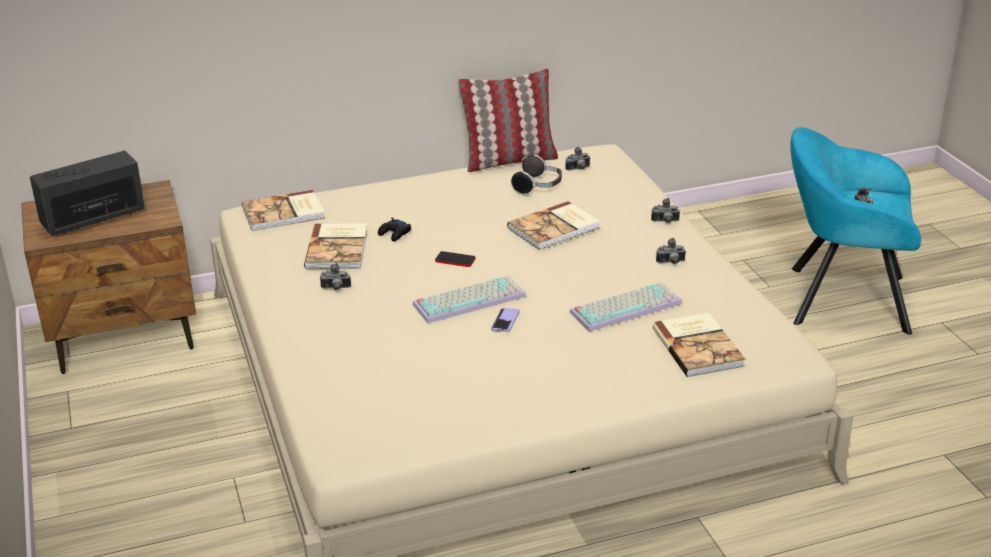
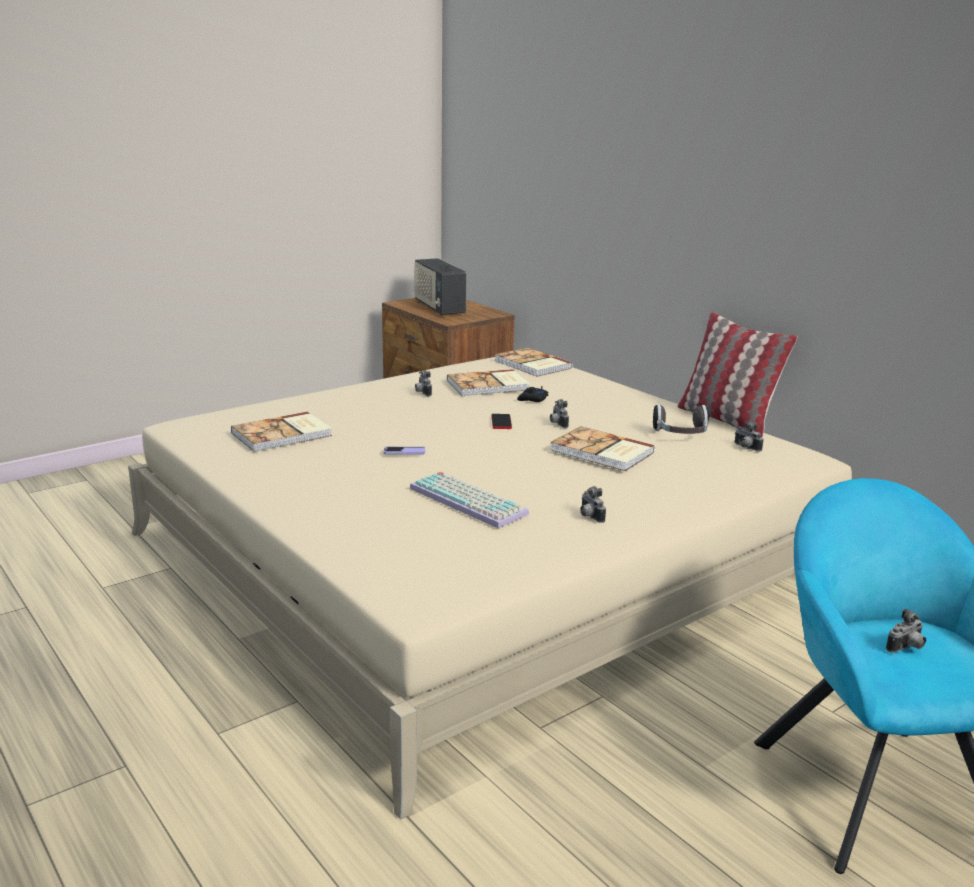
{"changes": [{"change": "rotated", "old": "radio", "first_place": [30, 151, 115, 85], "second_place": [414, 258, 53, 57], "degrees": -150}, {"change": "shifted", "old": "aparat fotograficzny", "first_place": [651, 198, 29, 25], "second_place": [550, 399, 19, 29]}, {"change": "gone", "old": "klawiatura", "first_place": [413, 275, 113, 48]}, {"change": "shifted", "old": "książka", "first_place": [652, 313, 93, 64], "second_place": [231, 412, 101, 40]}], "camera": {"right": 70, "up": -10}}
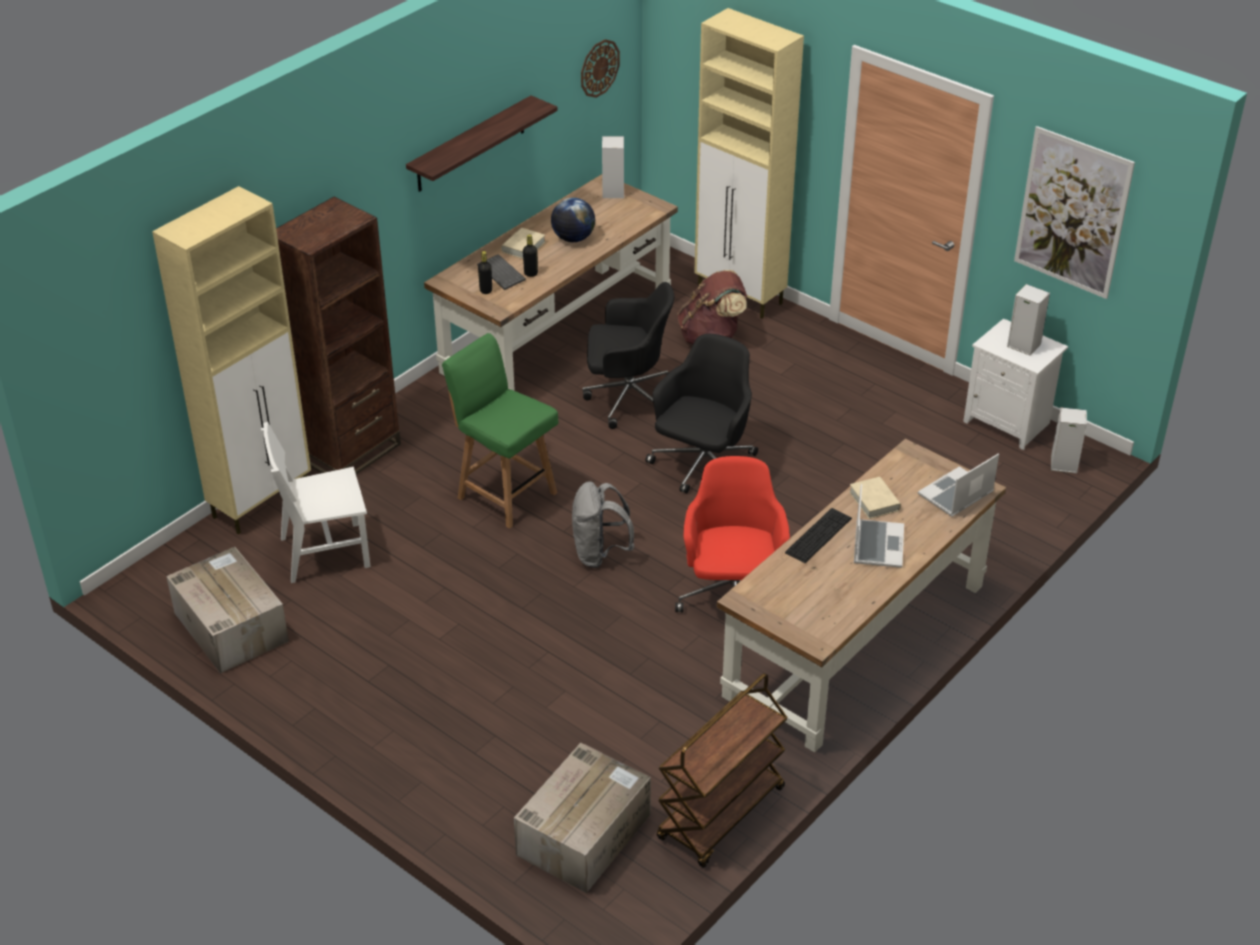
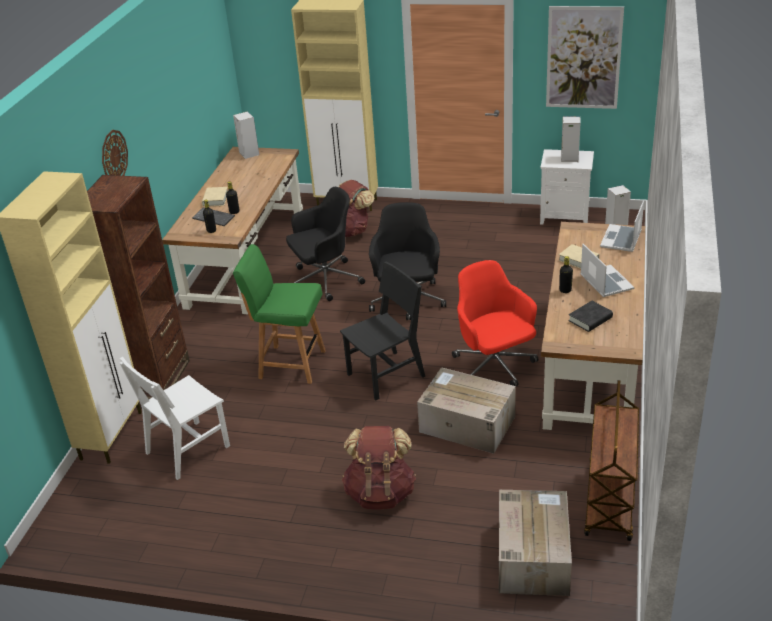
{"changes": [{"change": "shifted", "old": "zegar ścienny", "first_place": [581, 39, 39, 59], "second_place": [102, 130, 26, 46]}, {"change": "gone", "old": "półka", "first_place": [406, 95, 151, 97]}, {"change": "gone", "old": "globus", "first_place": [551, 197, 44, 45]}, {"change": "swapped", "old": "plecak [szary]", "new": "krzesło [czarny]", "first_place": [572, 481, 62, 87], "second_place": [340, 262, 85, 139]}, {"change": "swapped", "old": "klawiatura", "new": "butelka [czarny]", "first_place": [785, 508, 67, 55], "second_place": [559, 256, 14, 37]}, {"change": "shifted", "old": "karton", "first_place": [166, 546, 123, 128], "second_place": [417, 367, 99, 87]}, {"change": "new", "new": "książka [czarny]", "second_place": [569, 301, 44, 31]}, {"change": "new", "new": "plecak [brązowy]", "second_place": [342, 426, 74, 84]}], "camera": {"right": -25, "up": -5}}
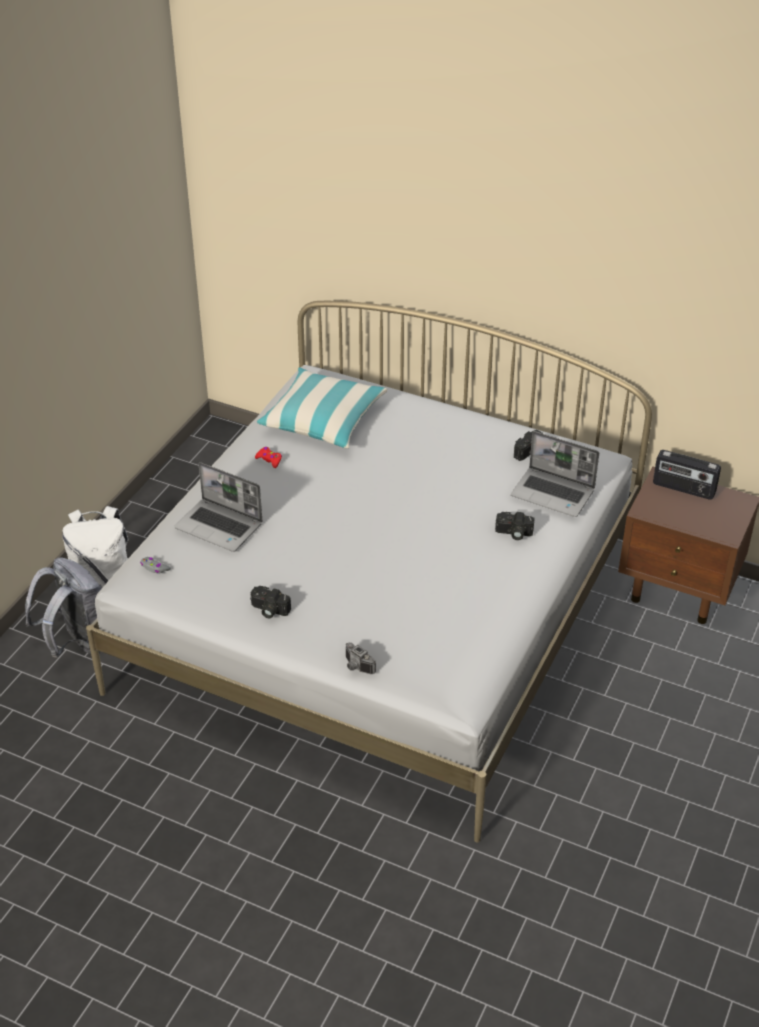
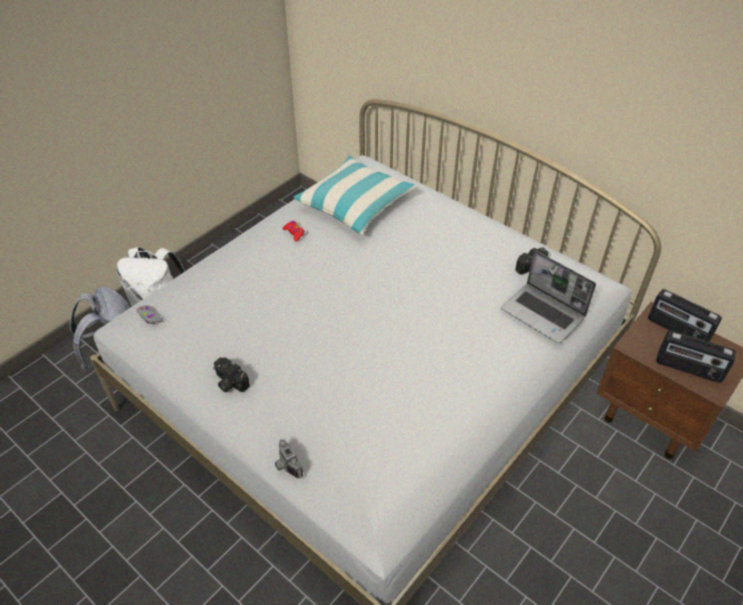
{"changes": [{"change": "gone", "old": "laptop", "first_place": [174, 462, 89, 90]}, {"change": "gone", "old": "aparat fotograficzny", "first_place": [495, 512, 40, 28]}, {"change": "new", "new": "radio", "second_place": [656, 331, 80, 52]}], "camera": {"right": 15, "up": 5}}
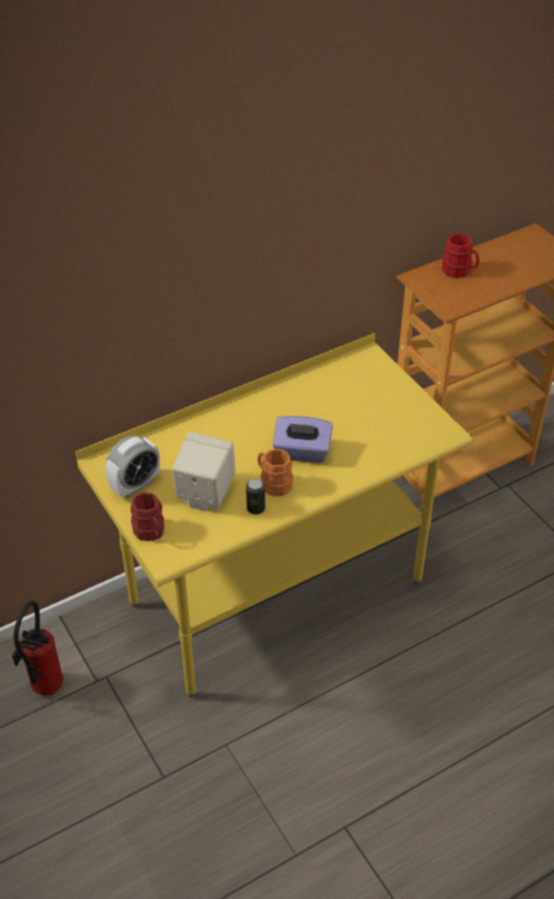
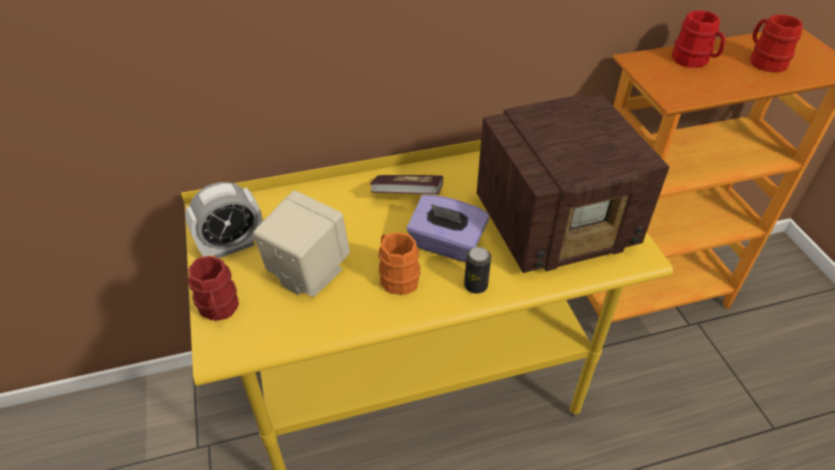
{"changes": [{"change": "shifted", "old": "puszka", "first_place": [246, 478, 19, 37], "second_place": [464, 247, 27, 47]}, {"change": "gone", "old": "gaśnica", "first_place": [12, 601, 51, 94]}, {"change": "new", "new": "kubek [czerwony]", "second_place": [750, 14, 53, 59]}, {"change": "new", "new": "radio", "second_place": [477, 95, 192, 178]}, {"change": "new", "new": "książka", "second_place": [370, 175, 73, 19]}], "camera": {"right": 15, "up": 0}}
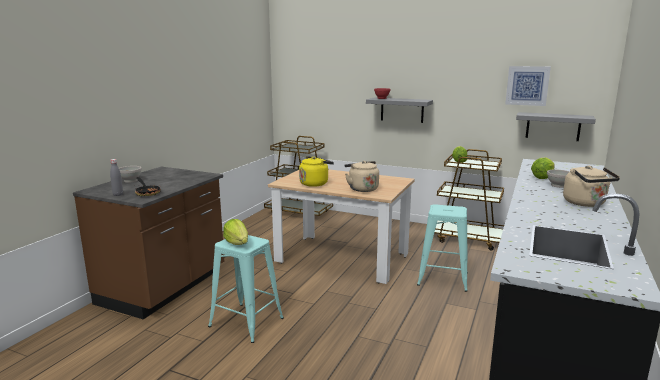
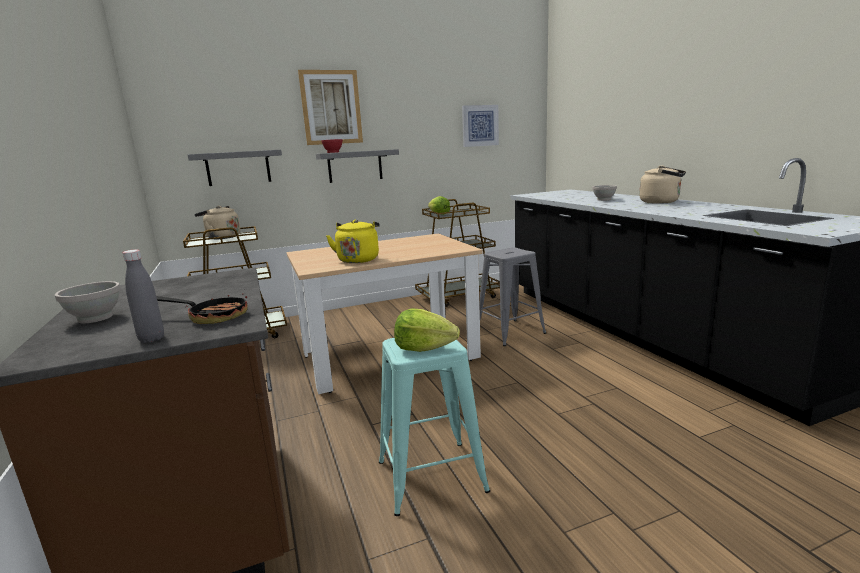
{"changes": [{"change": "shifted", "old": "półka [szary]", "first_place": [516, 112, 80, 29], "second_place": [188, 150, 94, 36]}, {"change": "gone", "old": "sałata", "first_place": [531, 158, 24, 21]}, {"change": "shifted", "old": "czajnik [beżowy]", "first_place": [344, 161, 35, 31], "second_place": [195, 206, 45, 33]}, {"change": "repainted", "old": "stołek [turkusowy]", "new": "stołek [szary]", "first_place": [417, 204, 51, 88], "second_place": [479, 247, 67, 99]}, {"change": "new", "new": "obraz", "second_place": [298, 70, 65, 75]}], "camera": {"right": -45, "up": 0}}
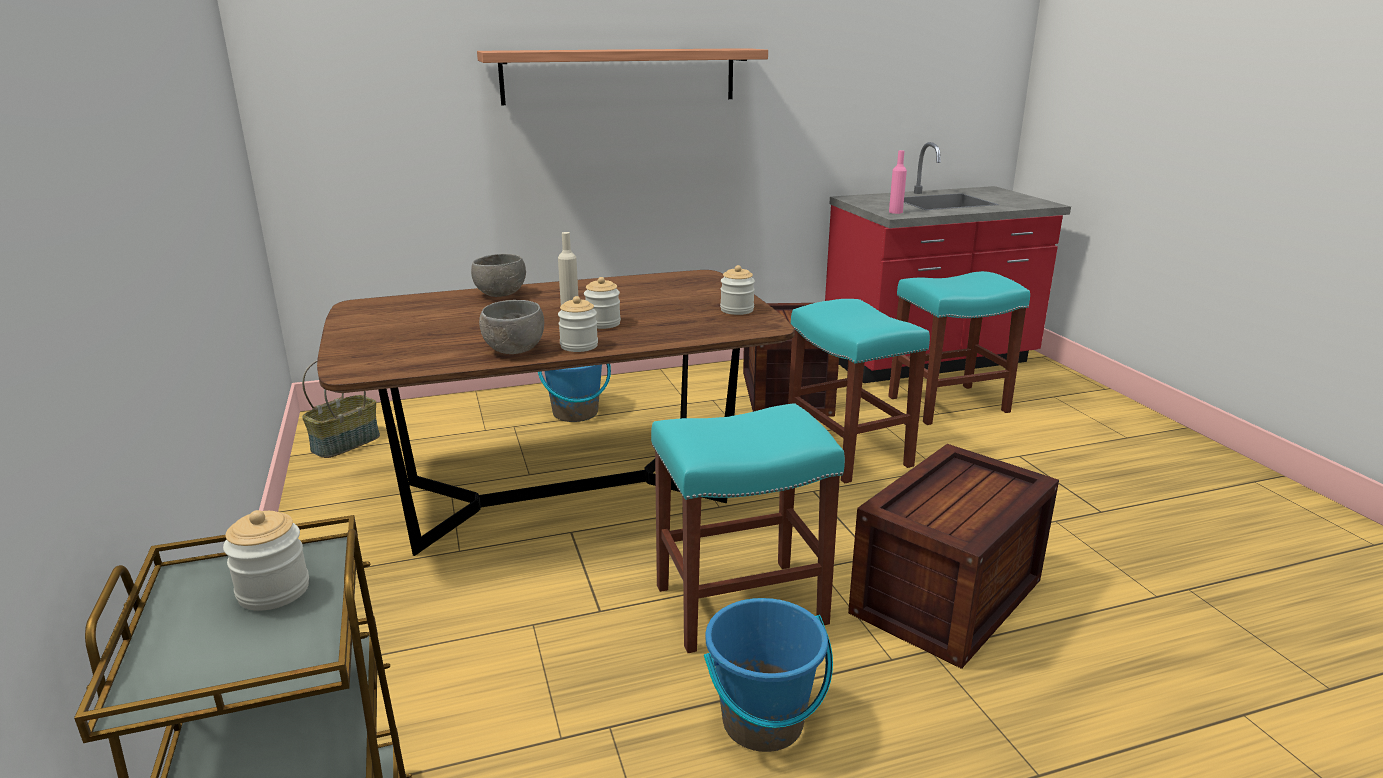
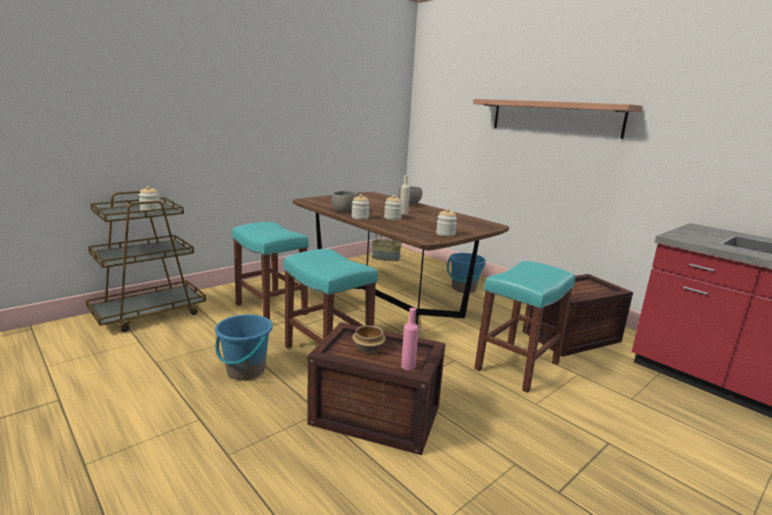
{"changes": [{"change": "shifted", "old": "butelka [różowy]", "first_place": [889, 150, 18, 64], "second_place": [401, 308, 18, 62]}, {"change": "shifted", "old": "stołek [turkusowy]", "first_place": [888, 271, 142, 154], "second_place": [232, 222, 77, 98]}, {"change": "new", "new": "miska", "second_place": [352, 325, 34, 28]}], "camera": {"right": 65, "up": -5}}
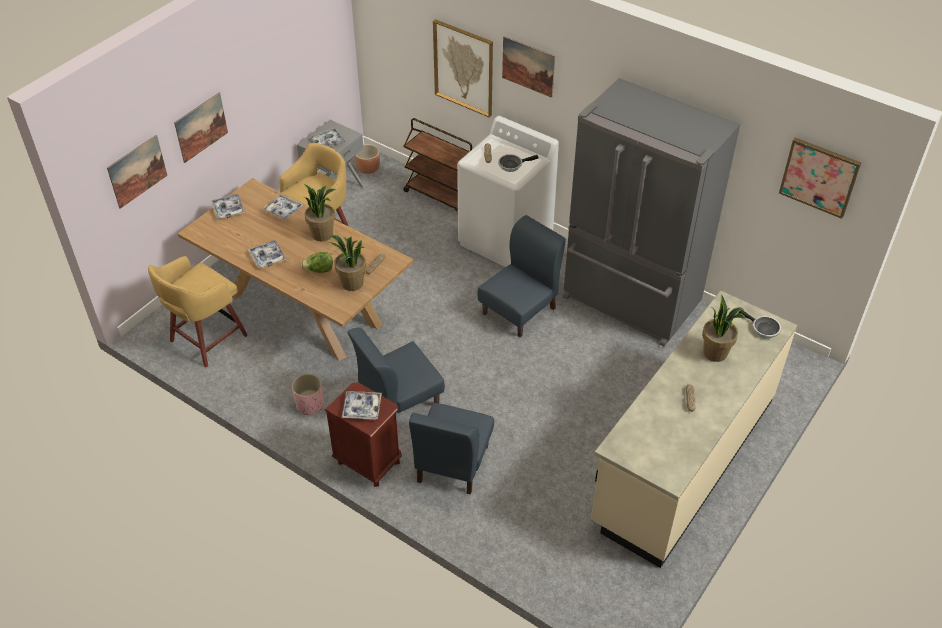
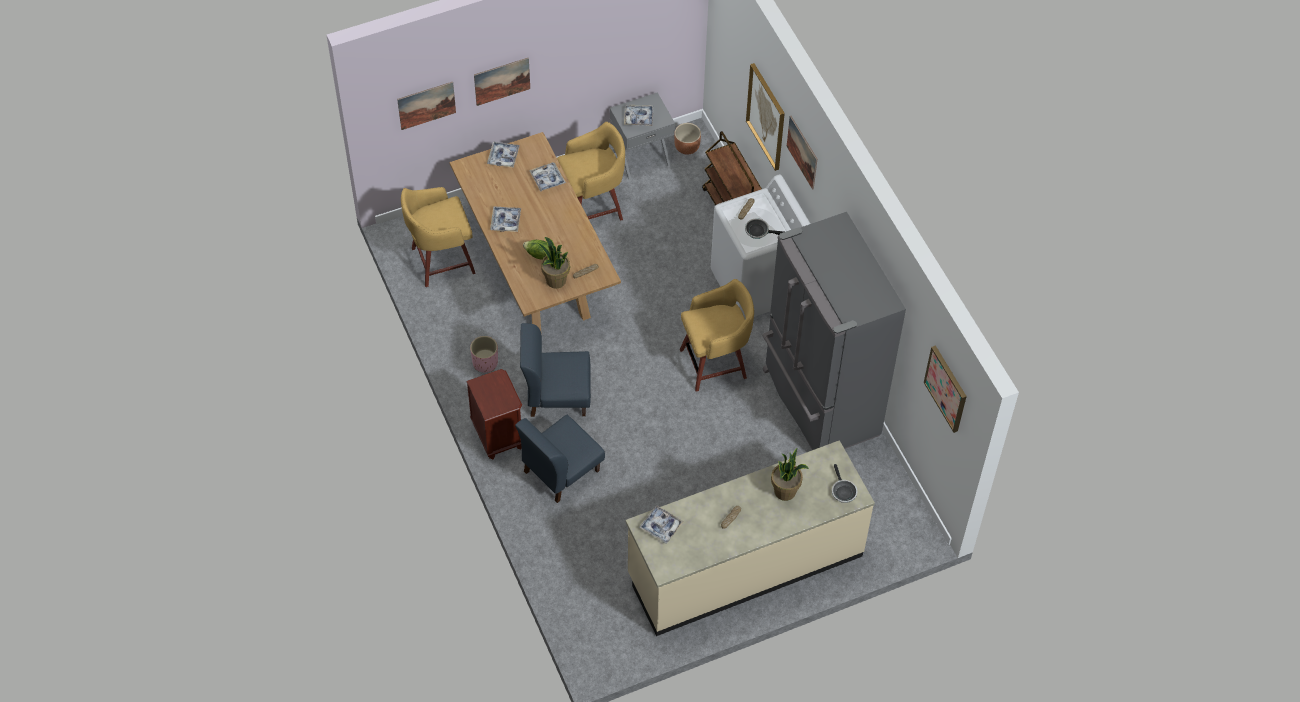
{"changes": [{"change": "gone", "old": "roślina doniczkowa", "first_place": [304, 184, 32, 57]}, {"change": "swapped", "old": "krzesło [niebieski]", "new": "stołek [żółty]", "first_place": [477, 215, 89, 122], "second_place": [680, 279, 74, 113]}, {"change": "shifted", "old": "taca", "first_place": [342, 391, 40, 29], "second_place": [639, 505, 45, 39]}], "camera": {"right": 30, "up": 10}}
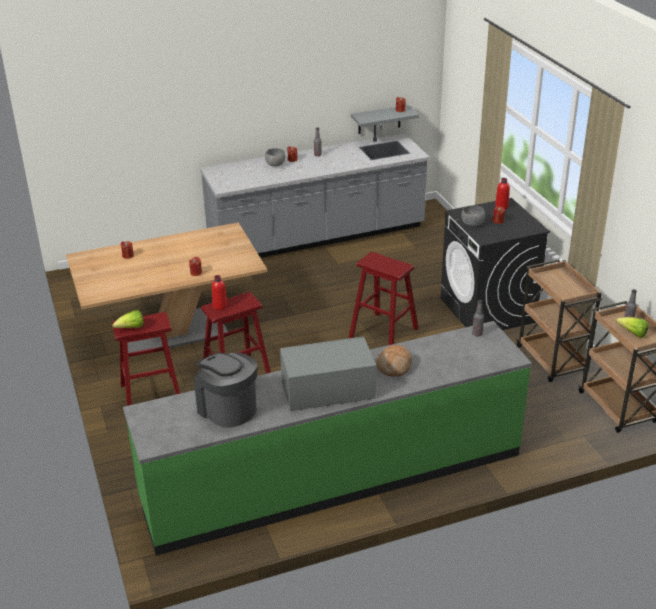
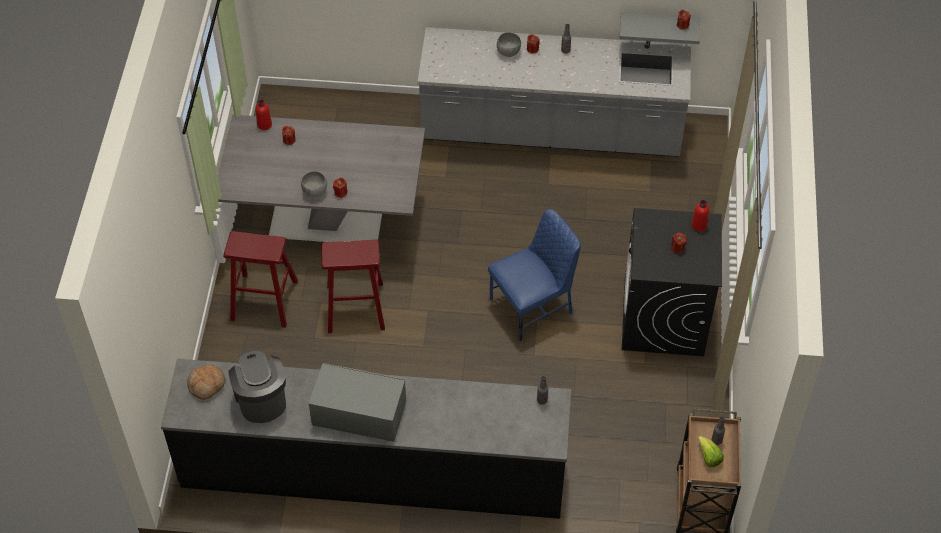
{"changes": [{"change": "shifted", "old": "miska [szary]", "first_place": [462, 205, 23, 22], "second_place": [301, 171, 26, 26]}, {"change": "repainted", "old": "stół jadalny [brązowy]", "new": "stół jadalny [szary]", "first_place": [66, 222, 201, 135], "second_place": [218, 115, 207, 128]}, {"change": "swapped", "old": "stołek [czerwony]", "new": "krzesło [niebieski]", "first_place": [349, 252, 70, 93], "second_place": [488, 209, 93, 132]}, {"change": "gone", "old": "wózek [brązowy]", "first_place": [516, 259, 86, 123]}, {"change": "shifted", "old": "butelka [czerwony]", "first_place": [212, 275, 15, 35], "second_place": [256, 99, 16, 31]}, {"change": "gone", "old": "sałata", "first_place": [113, 310, 31, 18]}, {"change": "repainted", "old": "zabudowa kuchenna [zielony]", "new": "zabudowa kuchenna [czarny]", "first_place": [123, 321, 409, 235], "second_place": [161, 359, 410, 160]}, {"change": "shifted", "old": "chleb", "first_place": [376, 345, 36, 31], "second_place": [187, 364, 38, 36]}], "camera": {"right": 25, "up": 20}}
